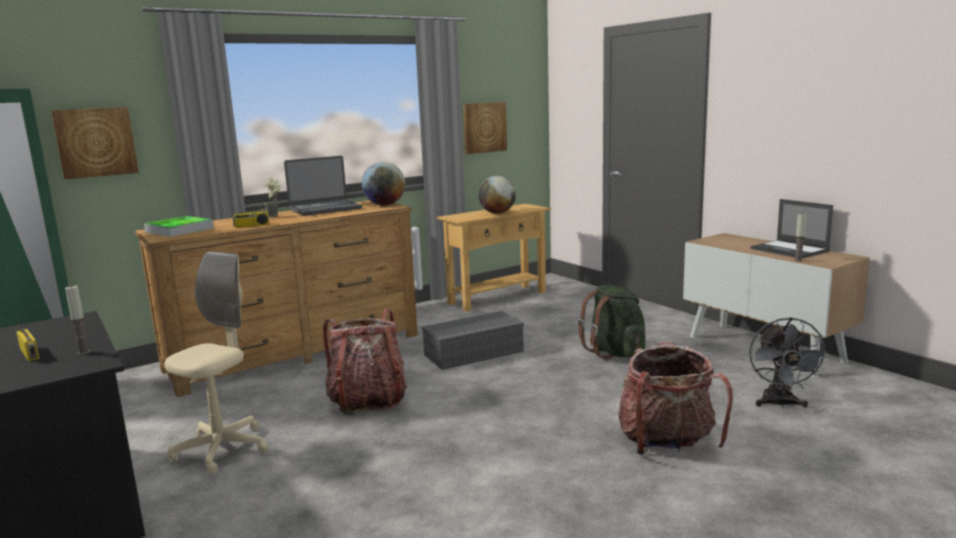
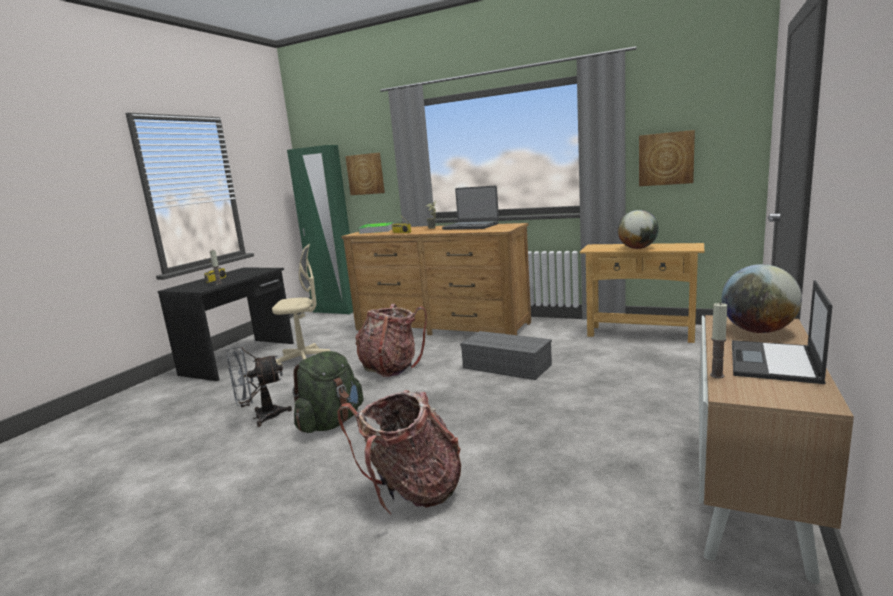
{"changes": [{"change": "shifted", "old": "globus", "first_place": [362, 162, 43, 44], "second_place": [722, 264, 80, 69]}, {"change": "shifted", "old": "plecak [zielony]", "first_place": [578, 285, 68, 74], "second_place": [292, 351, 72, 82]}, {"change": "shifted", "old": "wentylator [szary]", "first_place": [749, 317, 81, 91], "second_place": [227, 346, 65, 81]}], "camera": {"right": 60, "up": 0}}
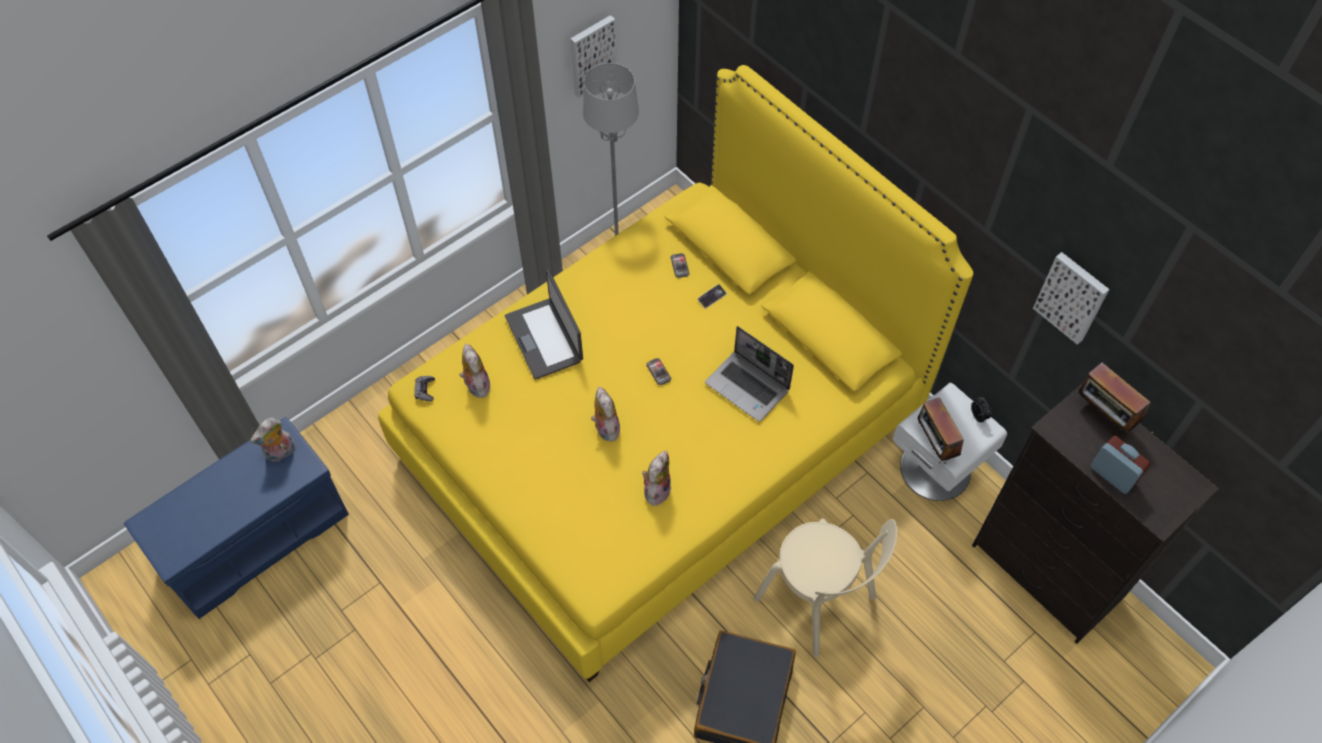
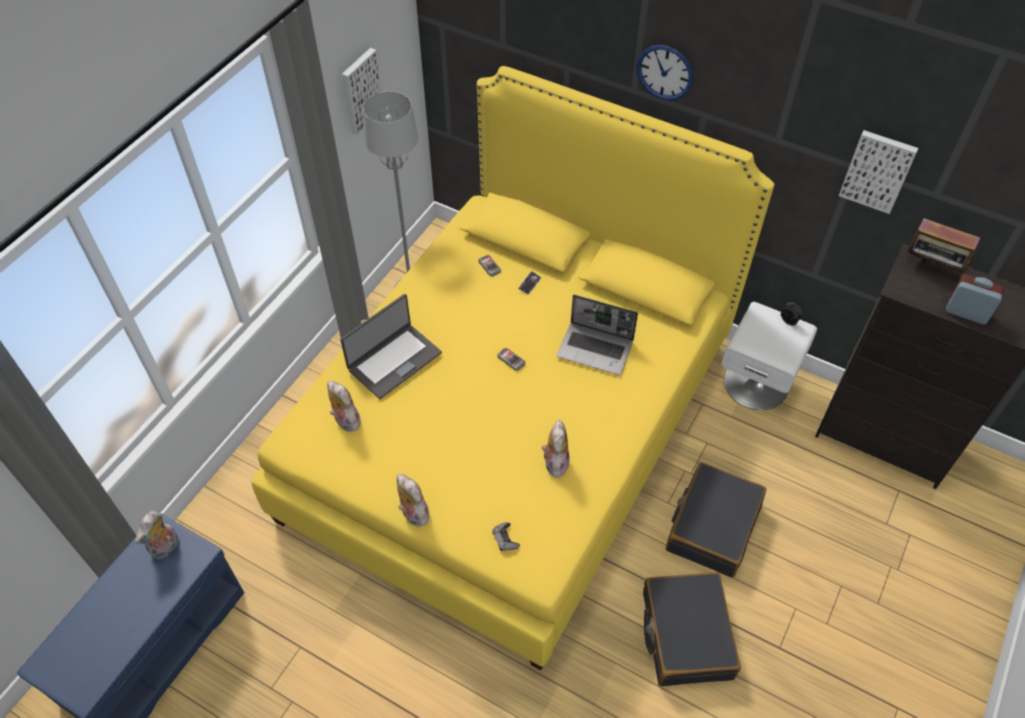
{"changes": [{"change": "rotated", "old": "laptop", "first_place": [505, 269, 78, 111], "second_place": [340, 294, 102, 105], "degrees": -90}, {"change": "shifted", "old": "pad do gier [szary]", "first_place": [414, 376, 21, 25], "second_place": [492, 522, 28, 29]}, {"change": "shifted", "old": "pluszak", "first_place": [591, 387, 29, 55], "second_place": [397, 474, 32, 53]}, {"change": "gone", "old": "radio", "first_place": [918, 397, 46, 68]}, {"change": "swapped", "old": "krzesło [beżowy]", "new": "walizka [czarny]", "first_place": [754, 518, 143, 140], "second_place": [666, 462, 101, 116]}, {"change": "new", "new": "zegar ścienny", "second_place": [636, 45, 57, 55]}], "camera": {"right": -20, "up": -5}}
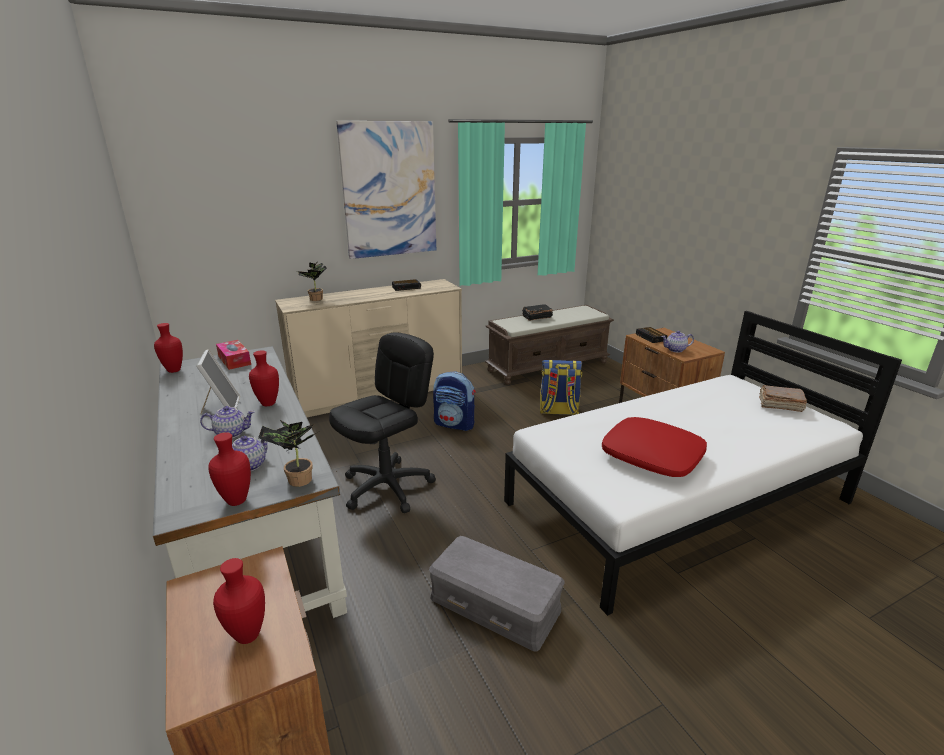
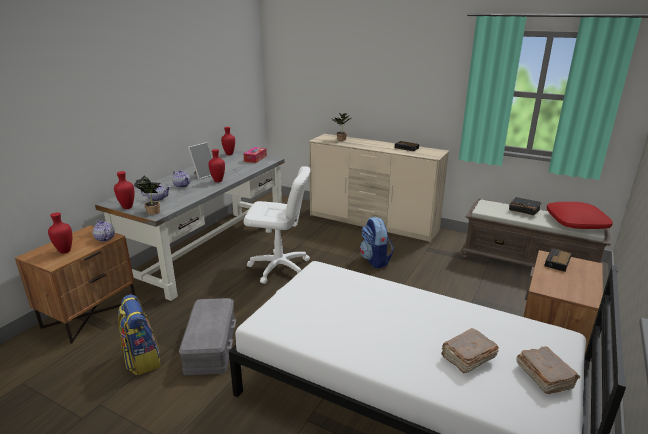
{"changes": [{"change": "gone", "old": "obraz", "first_place": [336, 121, 100, 138]}, {"change": "shifted", "old": "imbryk", "first_place": [661, 331, 33, 22], "second_place": [93, 220, 22, 22]}, {"change": "repainted", "old": "krzesło biurowe [czarny]", "new": "krzesło biurowe [biały]", "first_place": [329, 332, 107, 181], "second_place": [244, 166, 67, 118]}, {"change": "shifted", "old": "plecak", "first_place": [540, 360, 42, 55], "second_place": [118, 295, 42, 81]}, {"change": "shifted", "old": "poduszka [czerwony]", "first_place": [602, 417, 105, 60], "second_place": [547, 202, 66, 27]}, {"change": "new", "new": "książka [brązowy]", "second_place": [441, 328, 58, 46]}], "camera": {"right": 55, "up": 0}}
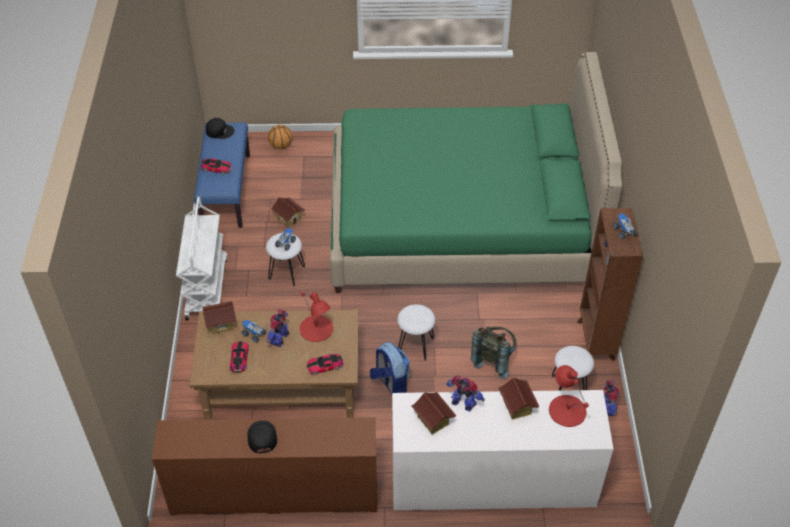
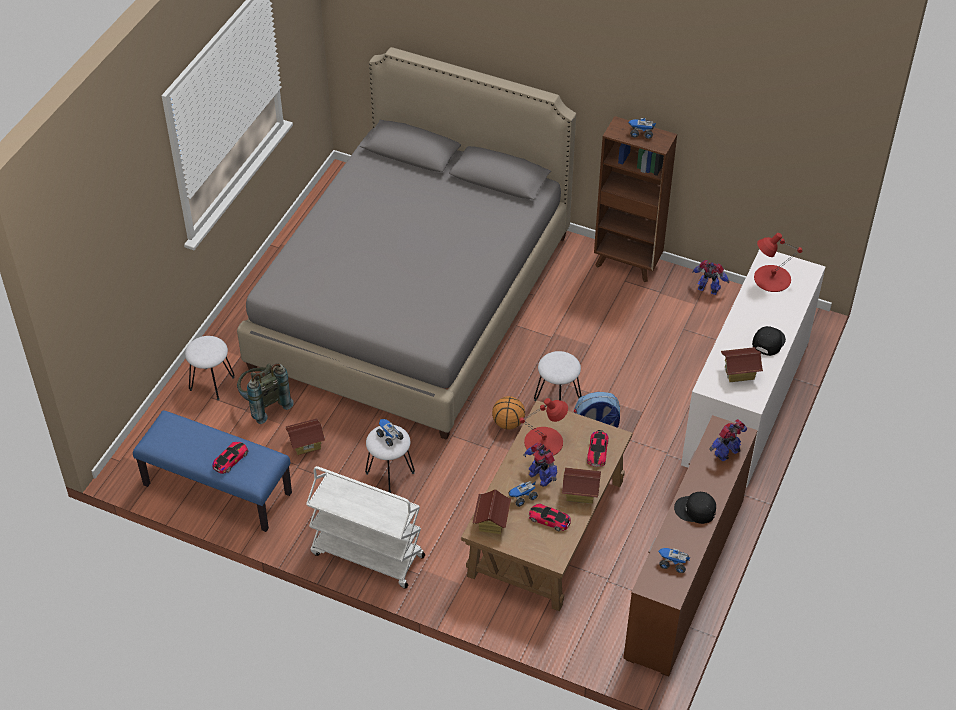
{"changes": [{"change": "repainted", "old": "łóżko [zielony]", "new": "łóżko [szary]", "first_place": [330, 52, 292, 241], "second_place": [237, 47, 339, 393]}, {"change": "shifted", "old": "czapka z daszkiem [czarny]", "first_place": [206, 118, 29, 21], "second_place": [752, 326, 34, 30]}, {"change": "shifted", "old": "piłka do koszykówki", "first_place": [268, 125, 24, 24], "second_place": [492, 396, 33, 34]}, {"change": "shifted", "old": "plecak [szary]", "first_place": [471, 326, 46, 53], "second_place": [237, 363, 57, 61]}, {"change": "shifted", "old": "stołek [biały]", "first_place": [552, 346, 42, 45], "second_place": [185, 336, 50, 64]}, {"change": "shifted", "old": "robot zabawkowy", "first_place": [446, 375, 39, 37], "second_place": [710, 419, 37, 42]}, {"change": "shifted", "old": "domek", "first_place": [498, 377, 41, 43], "second_place": [562, 467, 39, 37]}, {"change": "new", "new": "ciężarówka zabawkowa", "second_place": [658, 548, 33, 25]}], "camera": {"right": -65, "up": 0}}
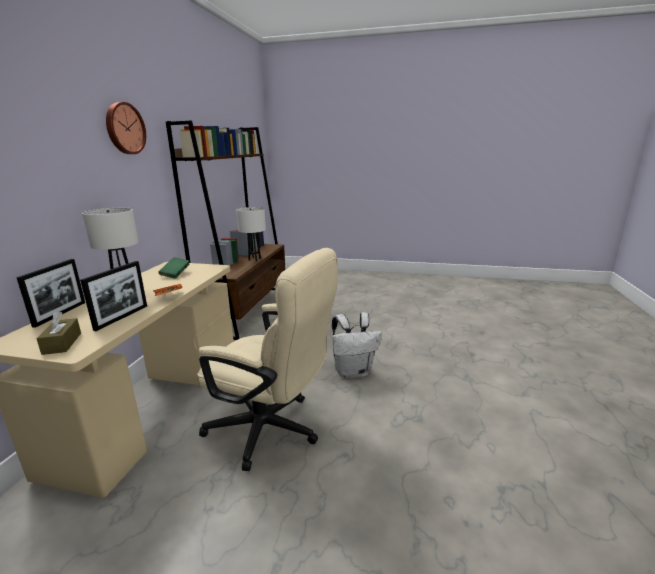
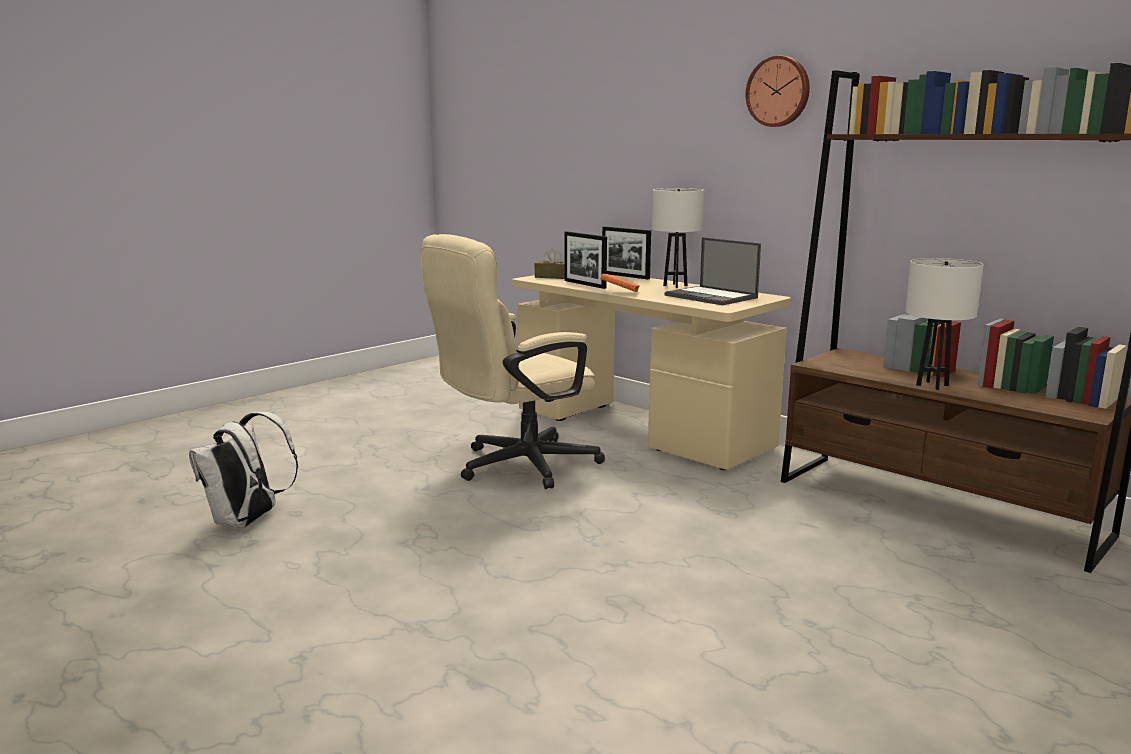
{"changes": [{"change": "swapped", "old": "książka [zielony]", "new": "laptop", "first_place": [158, 257, 32, 22], "second_place": [665, 237, 96, 68]}, {"change": "shifted", "old": "plecak [biały]", "first_place": [332, 312, 50, 67], "second_place": [189, 412, 109, 116]}], "camera": {"right": 120, "up": -5}}
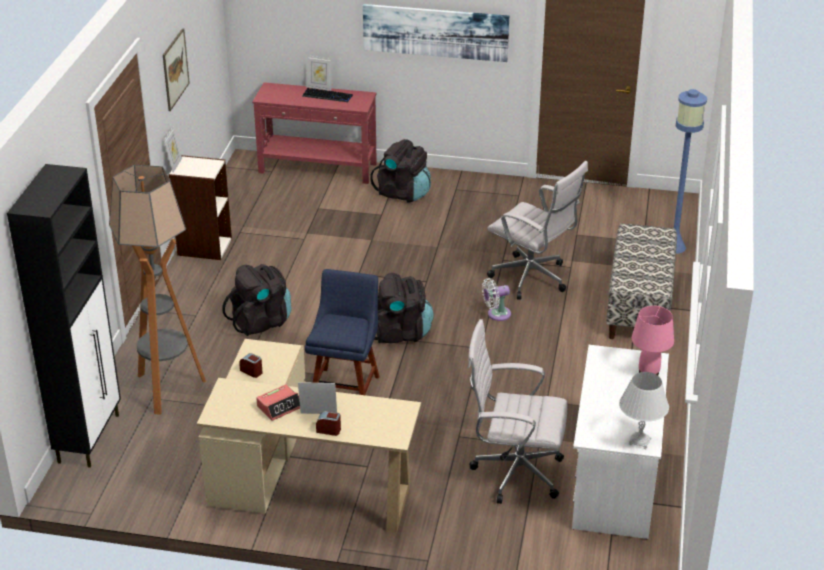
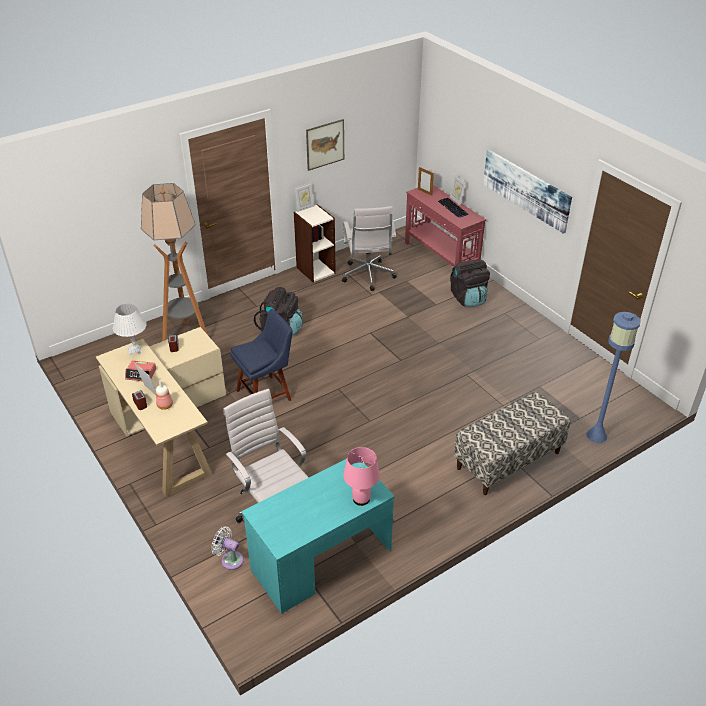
{"changes": [{"change": "shifted", "old": "krzesło biurowe [biały]", "first_place": [487, 161, 101, 138], "second_place": [342, 206, 55, 85]}, {"change": "gone", "old": "szafka [czarny]", "first_place": [7, 164, 114, 304]}, {"change": "gone", "old": "plecak [czarny]", "first_place": [375, 273, 59, 70]}, {"change": "shifted", "old": "wentylator [biały]", "first_place": [482, 278, 29, 43], "second_place": [211, 526, 33, 44]}, {"change": "repainted", "old": "biurko [biały]", "new": "biurko [turkusowy]", "first_place": [572, 345, 97, 194], "second_place": [241, 459, 154, 155]}, {"change": "shifted", "old": "lampa stołowa [biały]", "first_place": [619, 372, 50, 77], "second_place": [113, 304, 34, 52]}, {"change": "new", "new": "ramka na zdjęcie", "second_place": [418, 167, 16, 29]}, {"change": "new", "new": "butelka", "second_place": [156, 380, 17, 30]}], "camera": {"right": 45, "up": 5}}
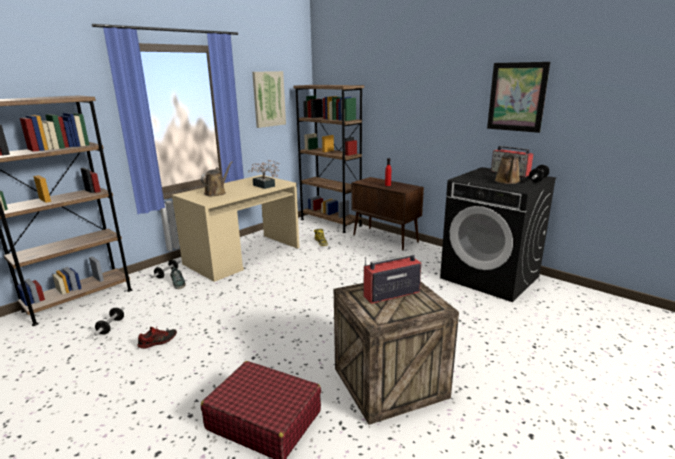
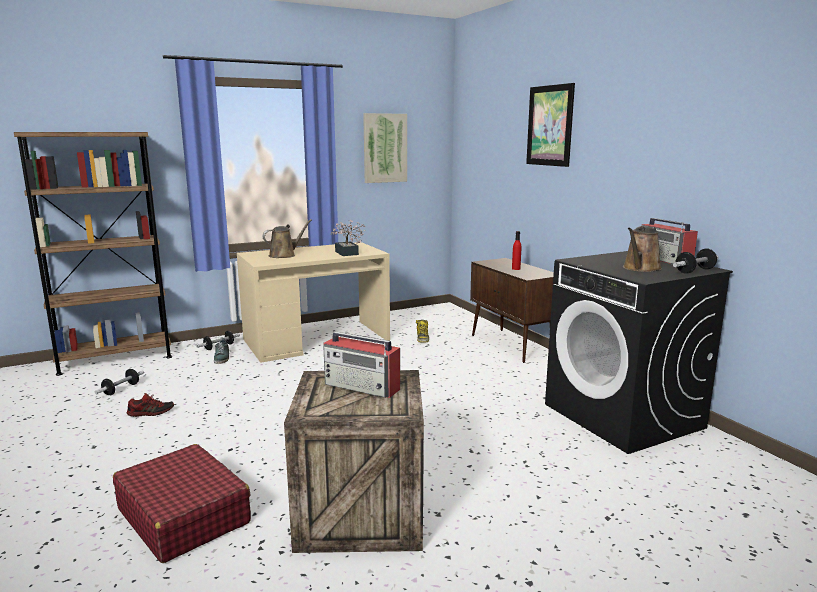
{"changes": [{"change": "shifted", "old": "obraz", "first_place": [487, 62, 63, 71], "second_place": [526, 83, 49, 84]}, {"change": "gone", "old": "regał [brązowy]", "first_place": [293, 85, 71, 148]}, {"change": "rotated", "old": "radio", "first_place": [363, 254, 58, 50], "second_place": [323, 332, 77, 66], "degrees": -150}], "camera": {"right": 20, "up": -5}}
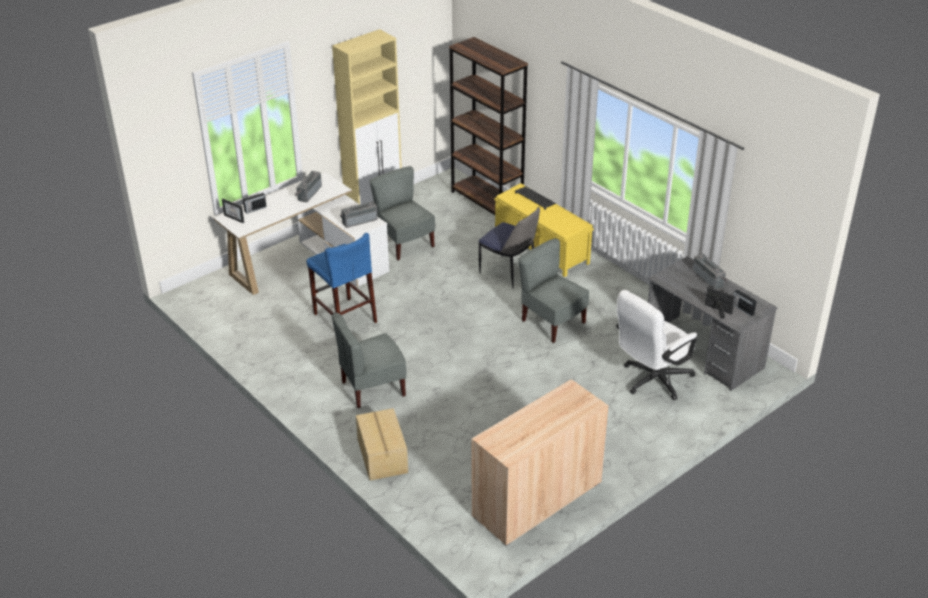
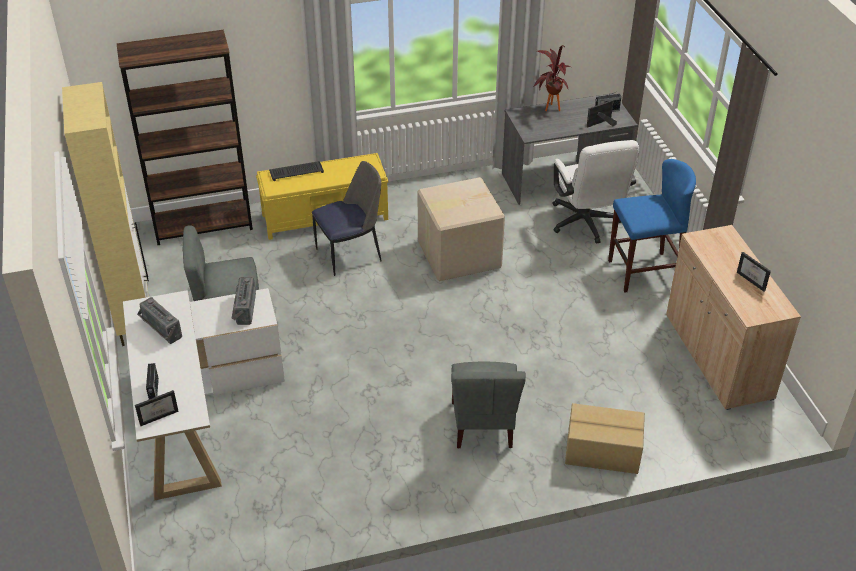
{"changes": [{"change": "shifted", "old": "stołek [niebieski]", "first_place": [307, 233, 70, 90], "second_place": [608, 159, 88, 134]}, {"change": "swapped", "old": "krzesło [szary]", "new": "karton", "first_place": [518, 238, 71, 105], "second_place": [418, 177, 87, 104]}, {"change": "swapped", "old": "radio", "new": "roślina doniczkowa", "first_place": [693, 254, 35, 36], "second_place": [533, 45, 38, 66]}, {"change": "new", "new": "ramka na zdjęcie", "second_place": [737, 252, 34, 40]}], "camera": {"right": -65, "up": 5}}
